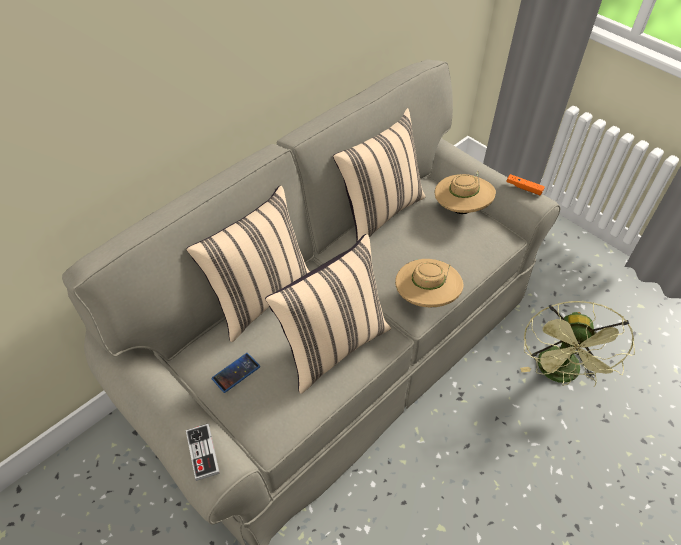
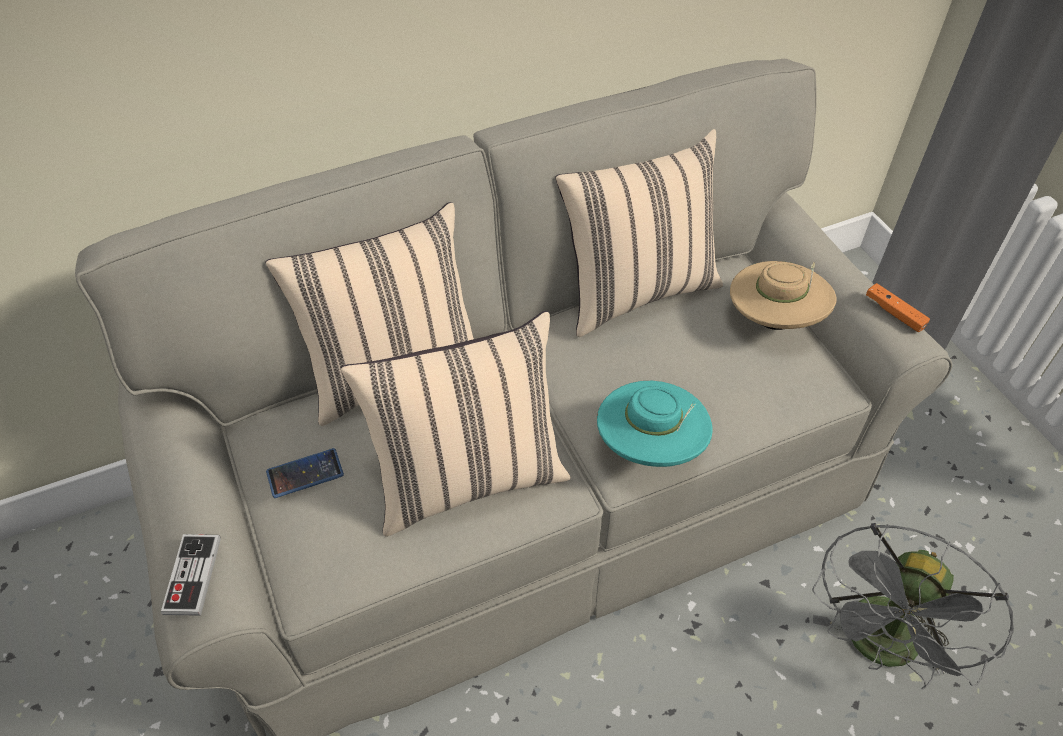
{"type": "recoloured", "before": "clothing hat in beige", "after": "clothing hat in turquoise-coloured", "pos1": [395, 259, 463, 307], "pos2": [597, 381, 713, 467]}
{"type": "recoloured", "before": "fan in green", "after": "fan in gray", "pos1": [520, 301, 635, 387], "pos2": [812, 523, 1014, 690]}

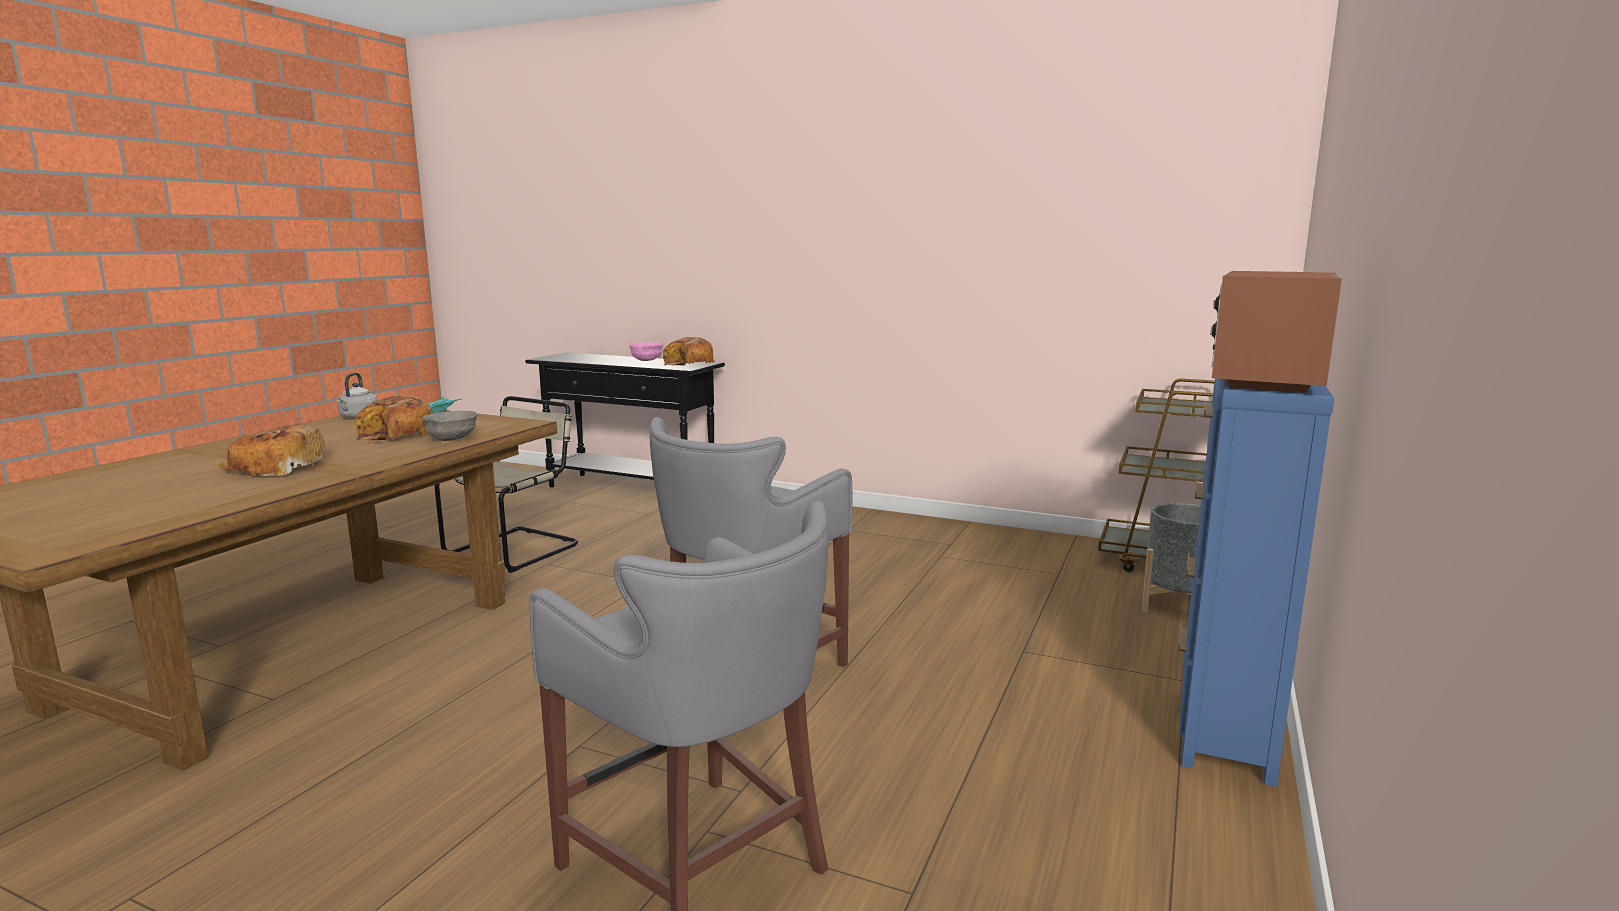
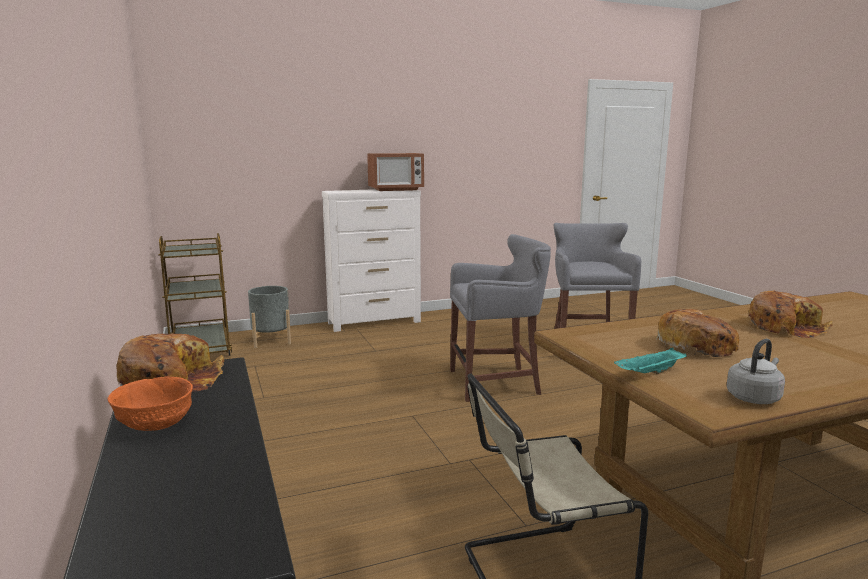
{"type": "recoloured", "before": "bowl in pinkish", "after": "bowl in orange-coloured", "pos1": [629, 342, 663, 361], "pos2": [107, 376, 193, 431]}
{"type": "recoloured", "before": "chest of drawers in bluish", "after": "chest of drawers in white-coloured", "pos1": [1178, 379, 1334, 787], "pos2": [322, 189, 421, 332]}
{"type": "removed", "before": "bowl in gray", "pos1": [423, 411, 478, 441]}

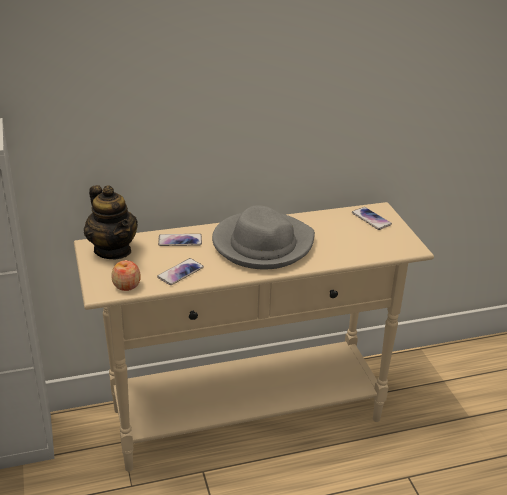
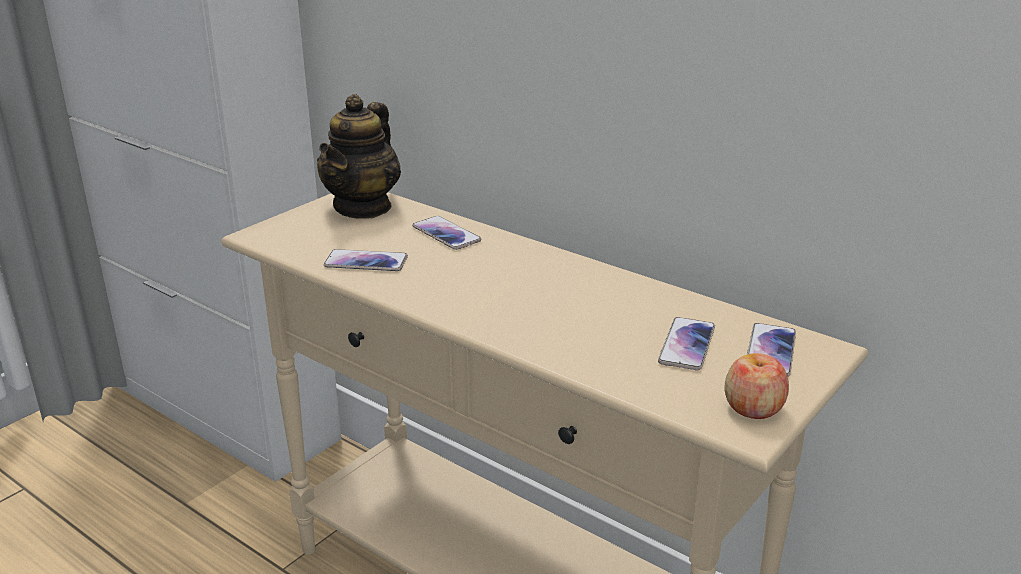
{"type": "added", "after": "phone", "pos2": [658, 317, 715, 370]}
{"type": "moved", "before": "apple fruit", "pos1": [111, 260, 141, 291], "pos2": [725, 353, 789, 419]}
{"type": "removed", "before": "clothing hat in gray", "pos1": [212, 205, 315, 269]}

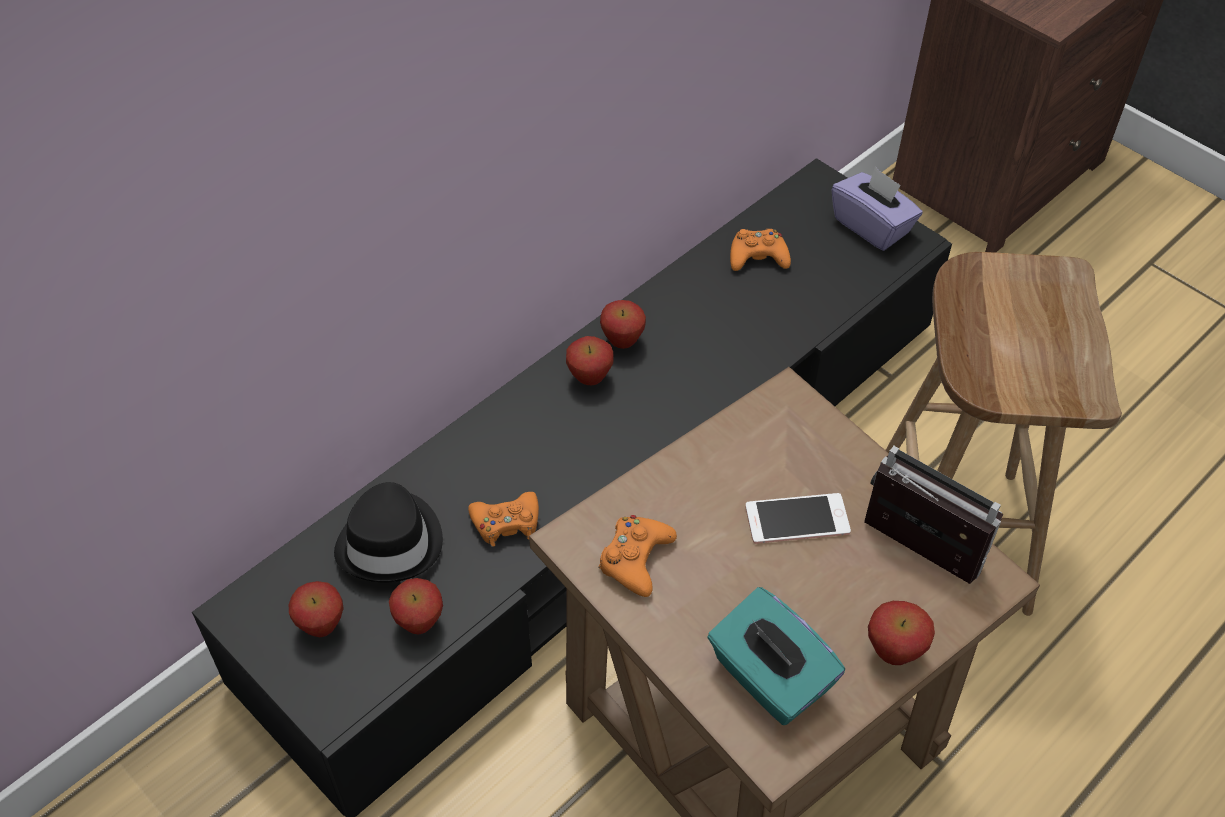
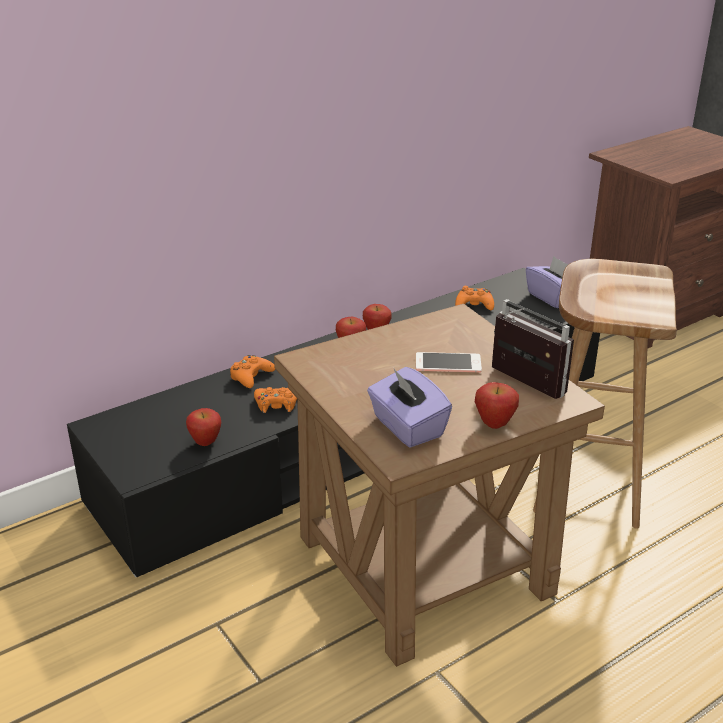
{"type": "moved", "before": "gamepad in orange-coloured", "pos1": [598, 515, 677, 597], "pos2": [230, 355, 275, 388]}
{"type": "recoloured", "before": "box of tissues in turquoise-coloured", "after": "box of tissues in purplish", "pos1": [707, 587, 845, 725], "pos2": [367, 367, 452, 448]}
{"type": "removed", "before": "apple fruit", "pos1": [288, 581, 344, 637]}
{"type": "removed", "before": "clothing hat in blackish", "pos1": [334, 482, 443, 582]}

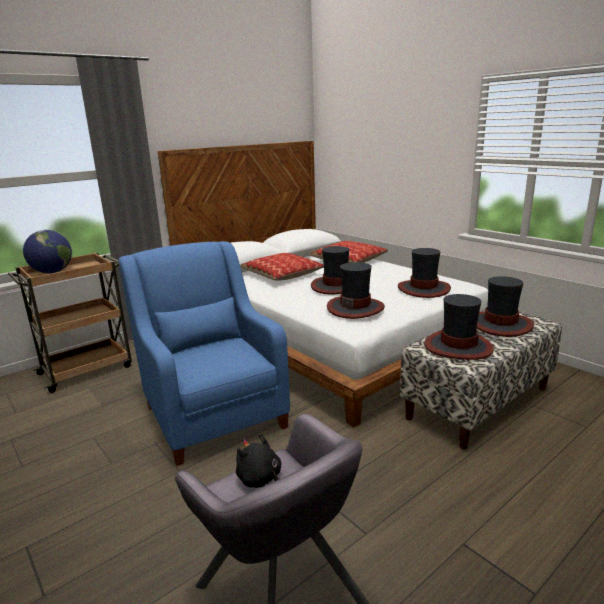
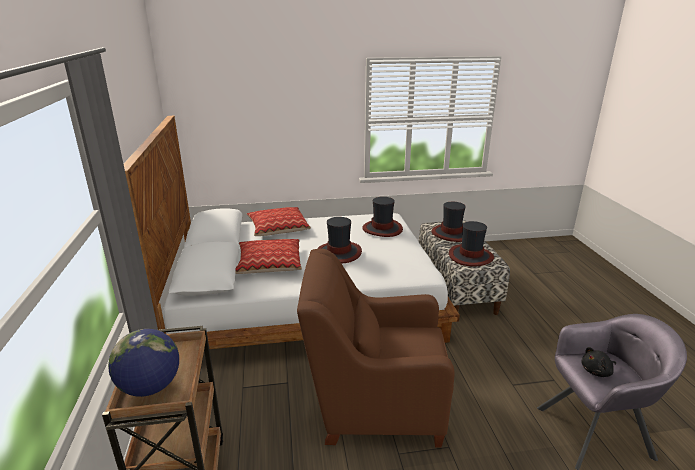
{"type": "recoloured", "before": "lounge chair in bluish", "after": "lounge chair in brownish", "pos1": [119, 241, 290, 466], "pos2": [297, 249, 455, 448]}
{"type": "removed", "before": "clothing hat", "pos1": [327, 262, 385, 319]}

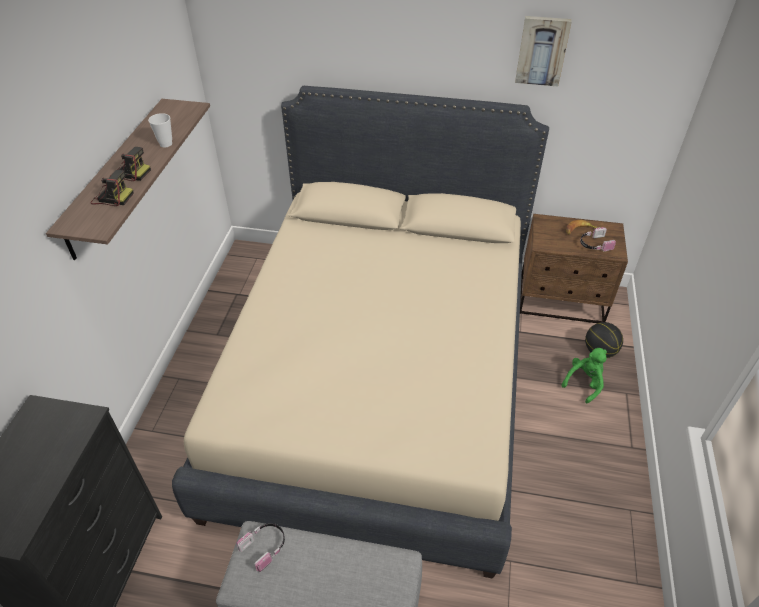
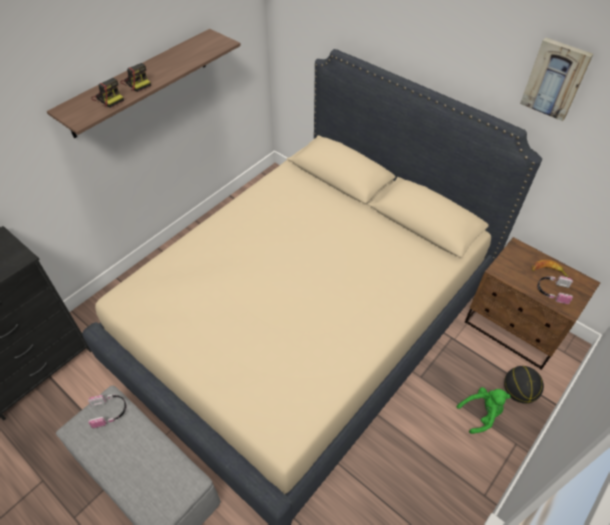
{"type": "removed", "before": "drinking cup", "pos1": [148, 113, 172, 147]}

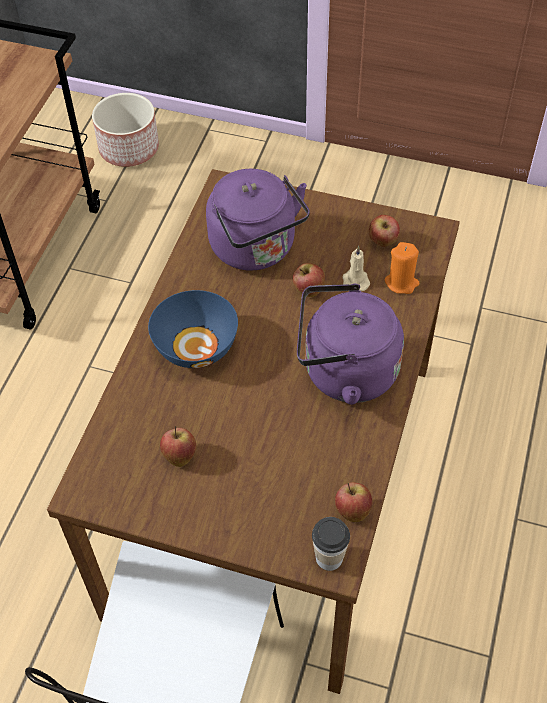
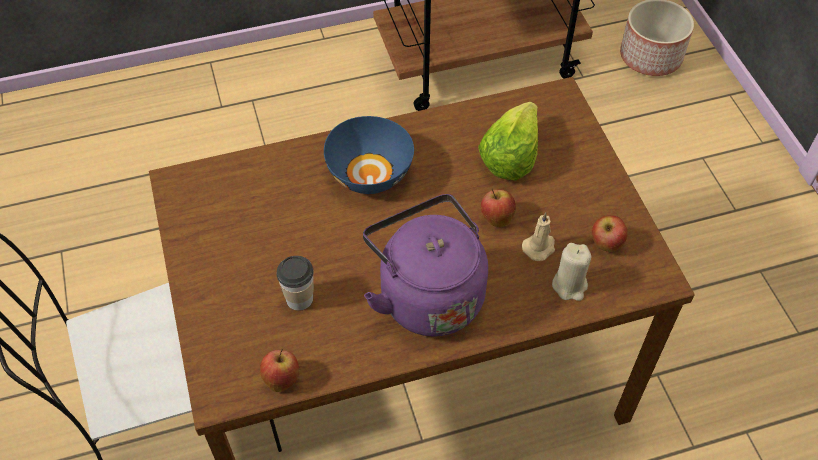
{"type": "moved", "before": "drinking cup", "pos1": [312, 517, 350, 571], "pos2": [276, 256, 314, 311]}
{"type": "replaced", "before": "water kettle in purplish", "after": "lettuce head", "pos1": [206, 169, 310, 270], "pos2": [478, 102, 538, 181]}
{"type": "recoloured", "before": "wax light in orange-coloured", "after": "wax light in beige", "pos1": [385, 242, 420, 294], "pos2": [552, 243, 592, 301]}
{"type": "removed", "before": "apple fruit", "pos1": [160, 426, 196, 467]}

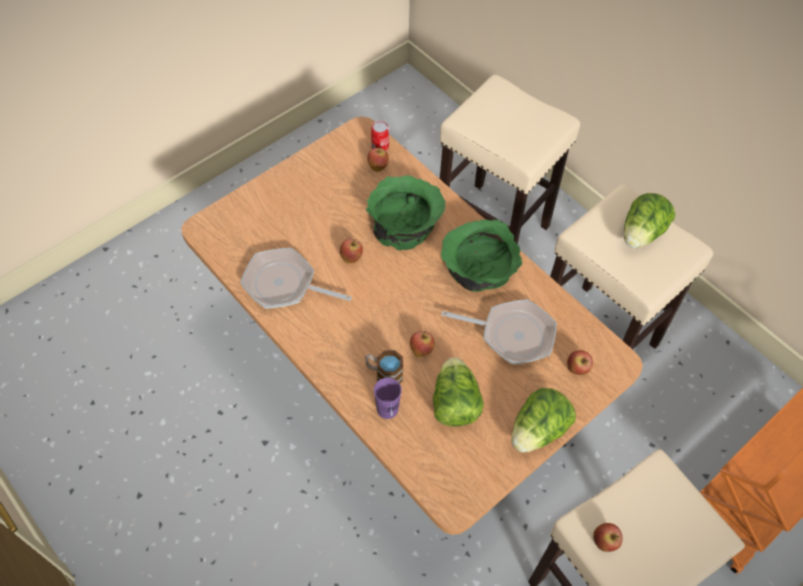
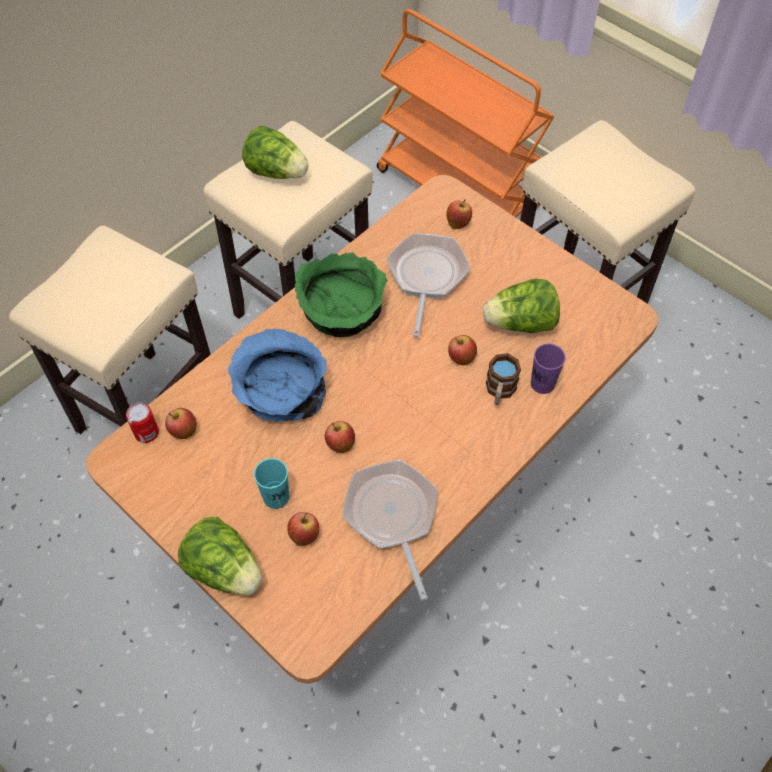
{"type": "moved", "before": "lettuce head", "pos1": [511, 388, 576, 452], "pos2": [178, 517, 262, 595]}
{"type": "recoloured", "before": "bowl in green", "after": "bowl in bluish", "pos1": [366, 175, 446, 250], "pos2": [228, 328, 327, 422]}
{"type": "added", "after": "drinking cup in turquoise-coloured", "pos2": [254, 458, 289, 509]}
{"type": "moved", "before": "apple fruit", "pos1": [593, 523, 623, 552], "pos2": [287, 512, 319, 546]}
{"type": "turned", "before": "pan", "pos1": [240, 248, 352, 309], "pos2": [343, 460, 437, 600], "turn": 150}

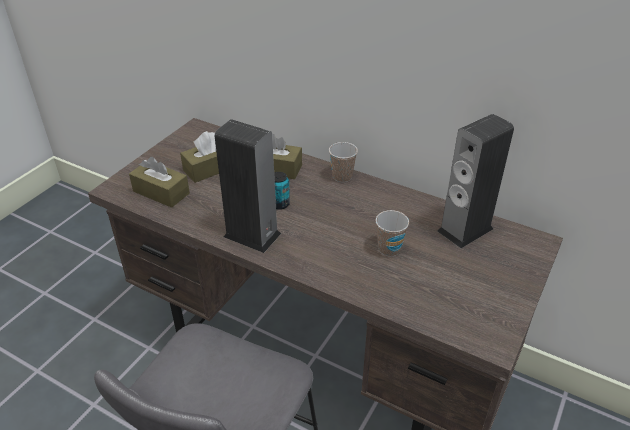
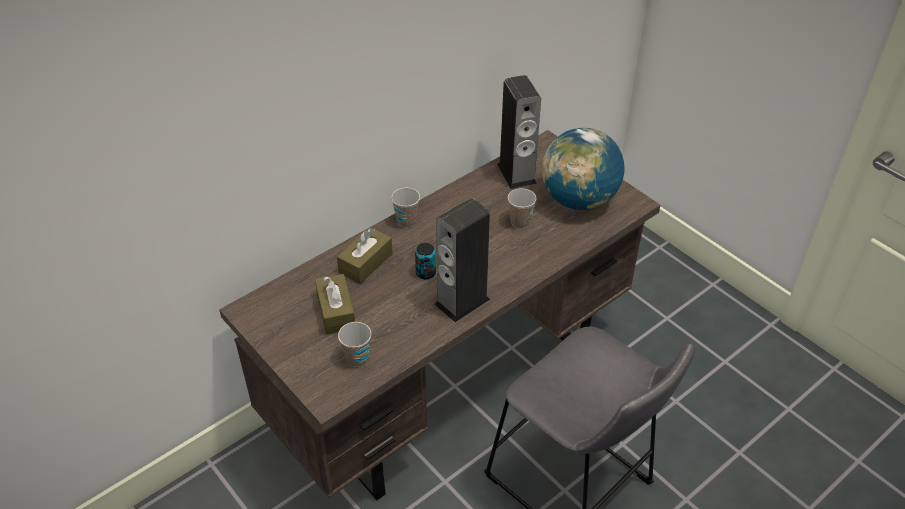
{"type": "replaced", "before": "box of tissues in brownish", "after": "drinking cup", "pos1": [129, 157, 190, 208], "pos2": [338, 322, 372, 367]}
{"type": "added", "after": "globe", "pos2": [542, 128, 625, 210]}

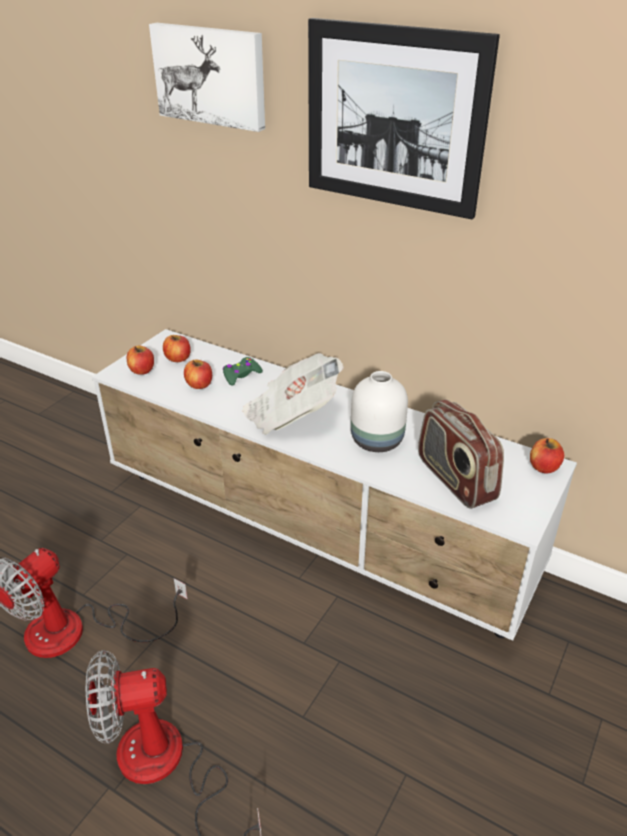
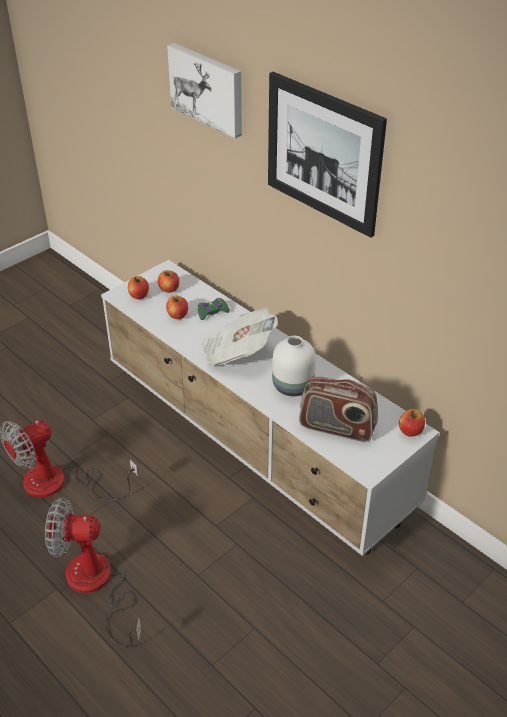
{"type": "turned", "before": "radio set", "pos1": [418, 399, 504, 509], "pos2": [299, 376, 378, 442], "turn": -60}

